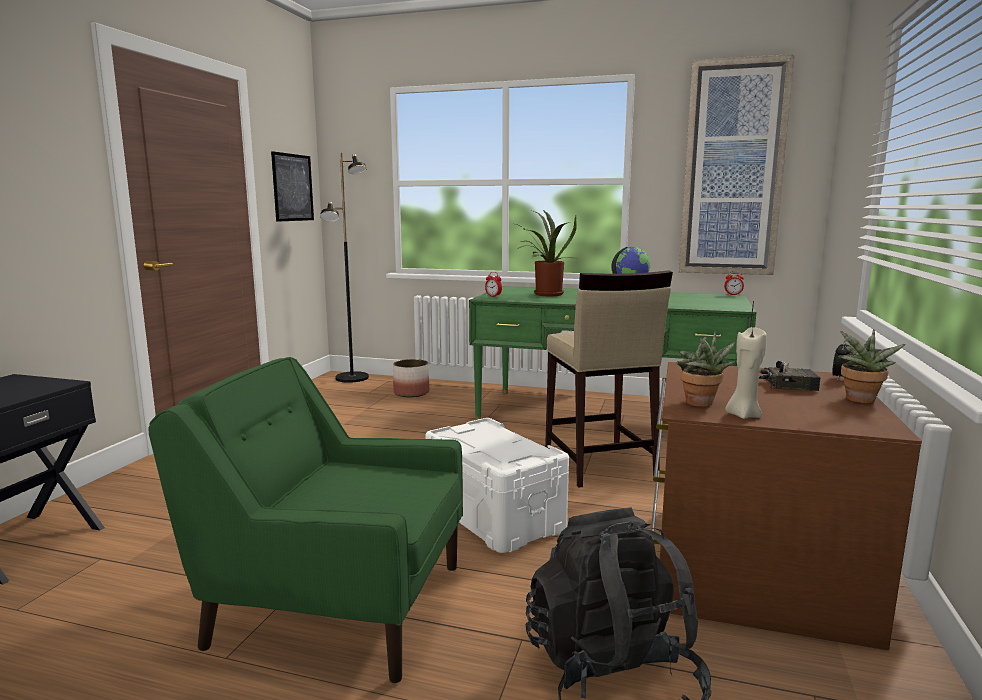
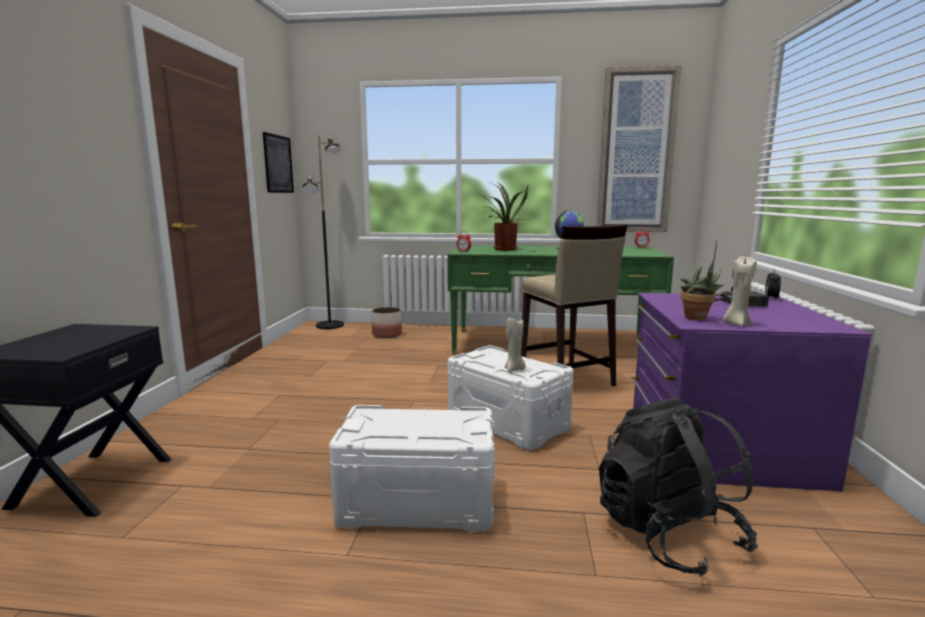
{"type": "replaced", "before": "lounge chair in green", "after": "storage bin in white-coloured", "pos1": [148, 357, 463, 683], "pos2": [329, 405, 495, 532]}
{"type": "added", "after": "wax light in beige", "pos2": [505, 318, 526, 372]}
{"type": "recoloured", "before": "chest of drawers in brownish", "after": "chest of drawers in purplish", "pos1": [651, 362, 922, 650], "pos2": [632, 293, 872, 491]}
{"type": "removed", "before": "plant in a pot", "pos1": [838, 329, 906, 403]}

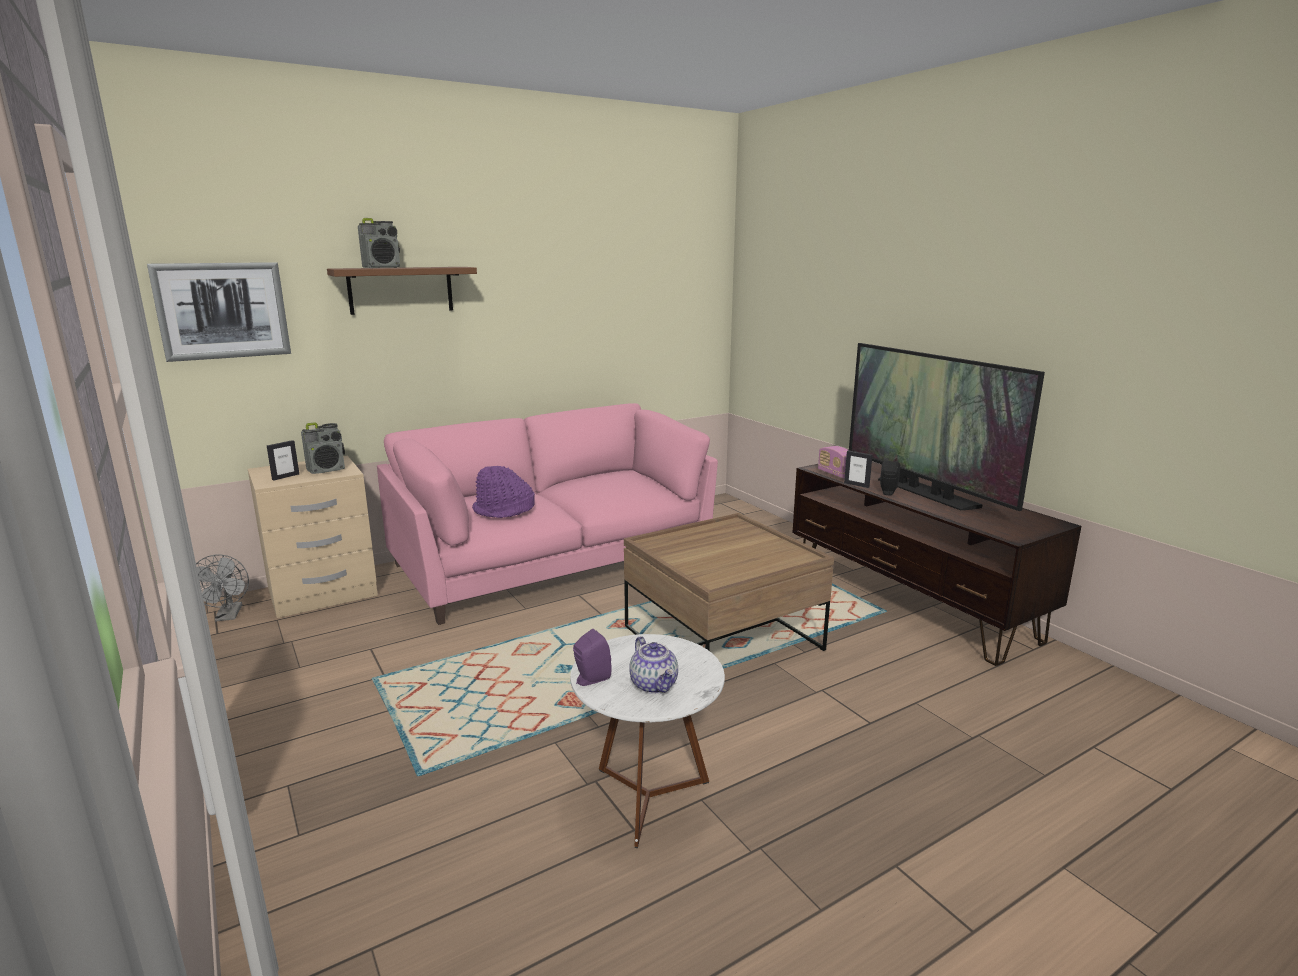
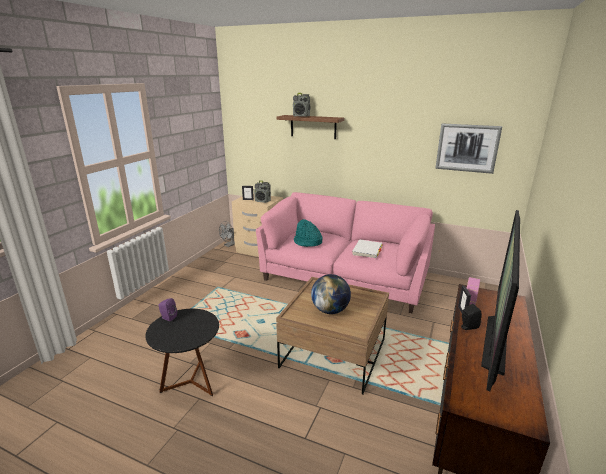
{"type": "recoloured", "before": "accent table in white-coloured", "after": "accent table in blackish", "pos1": [570, 634, 725, 848], "pos2": [145, 309, 219, 396]}
{"type": "recoloured", "before": "clothing hat in purplish", "after": "clothing hat in turquoise-coloured", "pos1": [472, 466, 535, 518], "pos2": [294, 219, 323, 247]}
{"type": "added", "after": "globe", "pos2": [311, 274, 351, 314]}
{"type": "added", "after": "bound book in white-coloured", "pos2": [352, 239, 382, 258]}
{"type": "moved", "before": "picture", "pos1": [147, 262, 291, 362], "pos2": [435, 123, 502, 174]}
{"type": "removed", "before": "tea pot", "pos1": [629, 636, 678, 694]}

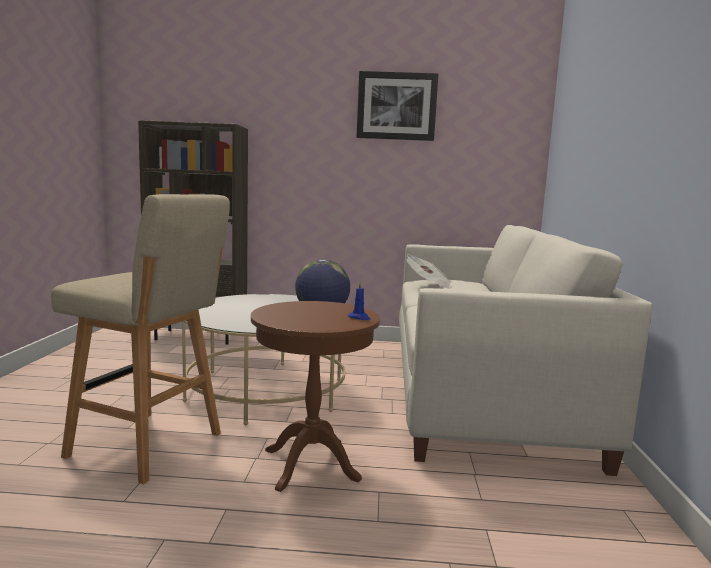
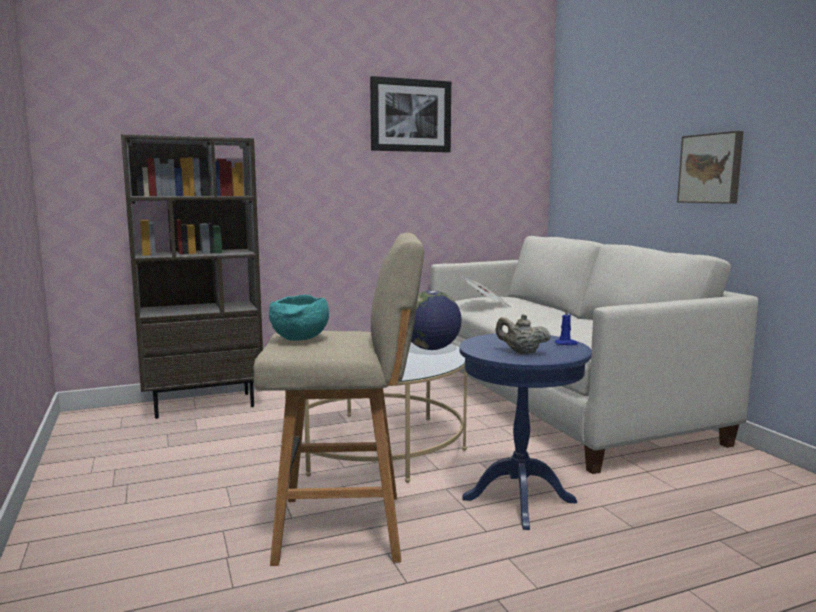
{"type": "added", "after": "bowl in turquoise-coloured", "pos2": [269, 295, 329, 341]}
{"type": "recoloured", "before": "accent table in brownish", "after": "accent table in bluish", "pos1": [251, 301, 380, 492], "pos2": [459, 334, 592, 530]}
{"type": "added", "after": "tea pot in beige", "pos2": [496, 314, 551, 354]}
{"type": "added", "after": "picture", "pos2": [677, 131, 744, 204]}

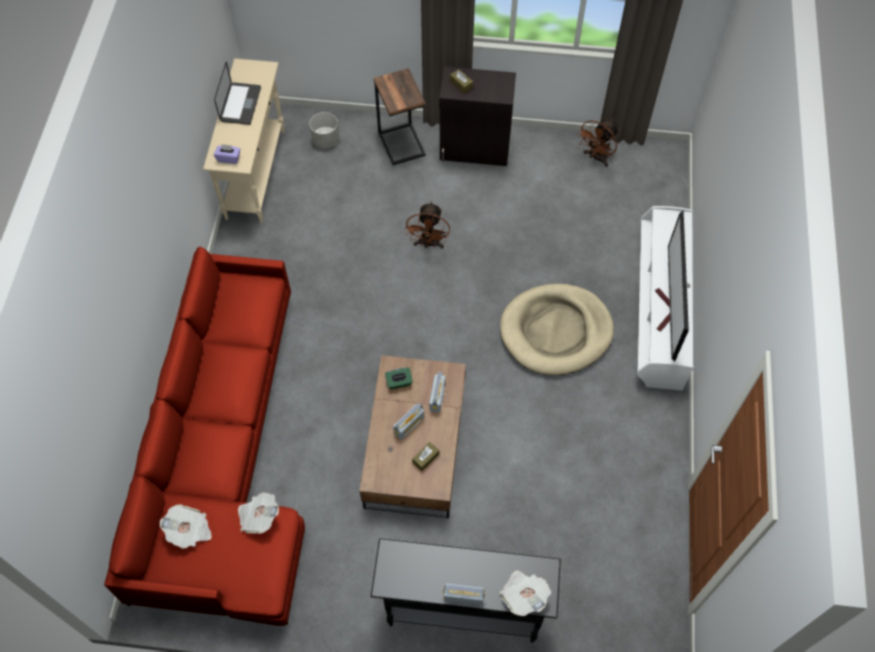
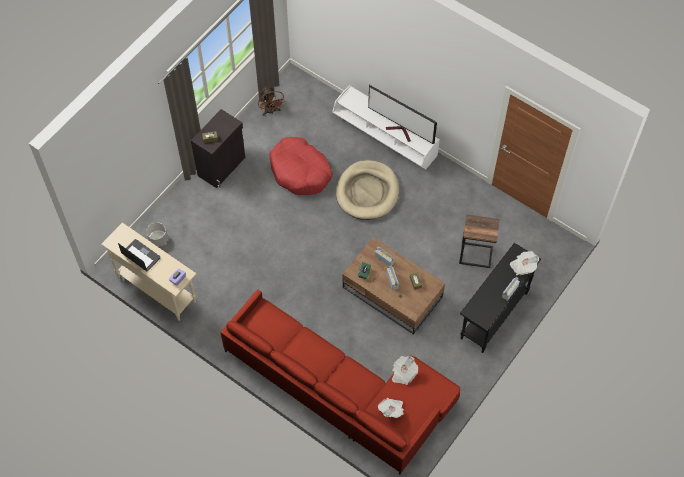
{"type": "added", "after": "dog cushion in red", "pos2": [269, 137, 333, 195]}
{"type": "moved", "before": "accent table", "pos1": [374, 68, 426, 165], "pos2": [459, 214, 500, 268]}
{"type": "removed", "before": "fan in brownish", "pos1": [405, 202, 450, 249]}

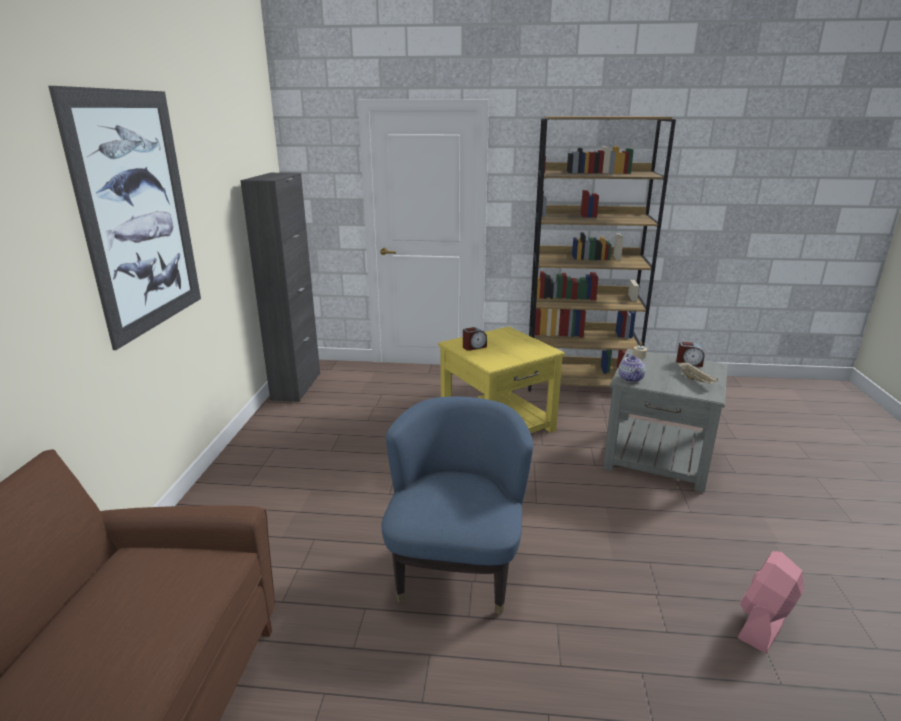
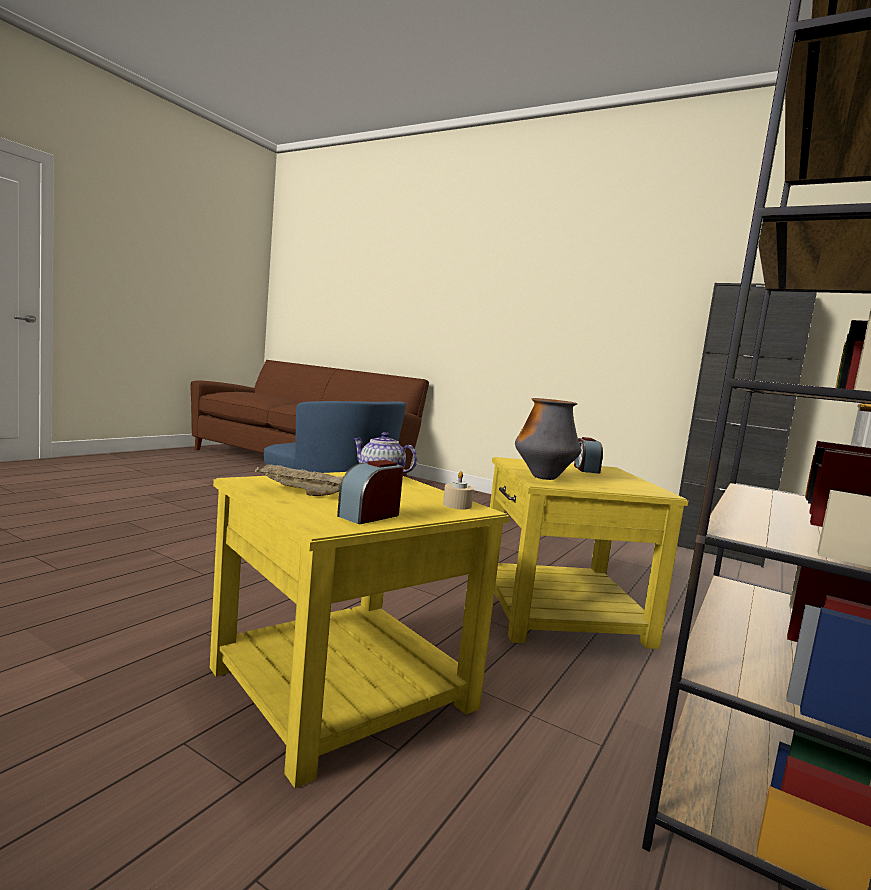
{"type": "recoloured", "before": "accent table in gray", "after": "accent table in yellow-coloured", "pos1": [603, 349, 727, 493], "pos2": [210, 472, 510, 788]}
{"type": "added", "after": "flower vase", "pos2": [515, 398, 581, 480]}
{"type": "removed", "before": "picture", "pos1": [48, 86, 201, 350]}
{"type": "removed", "before": "fan in pinkish", "pos1": [737, 551, 804, 653]}

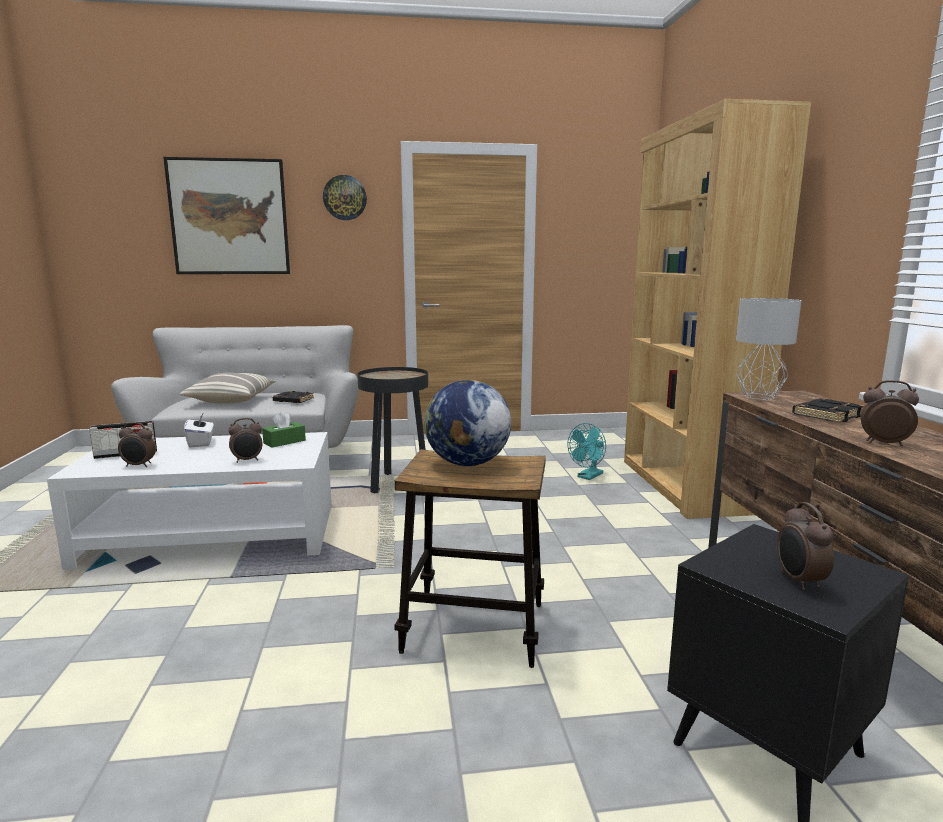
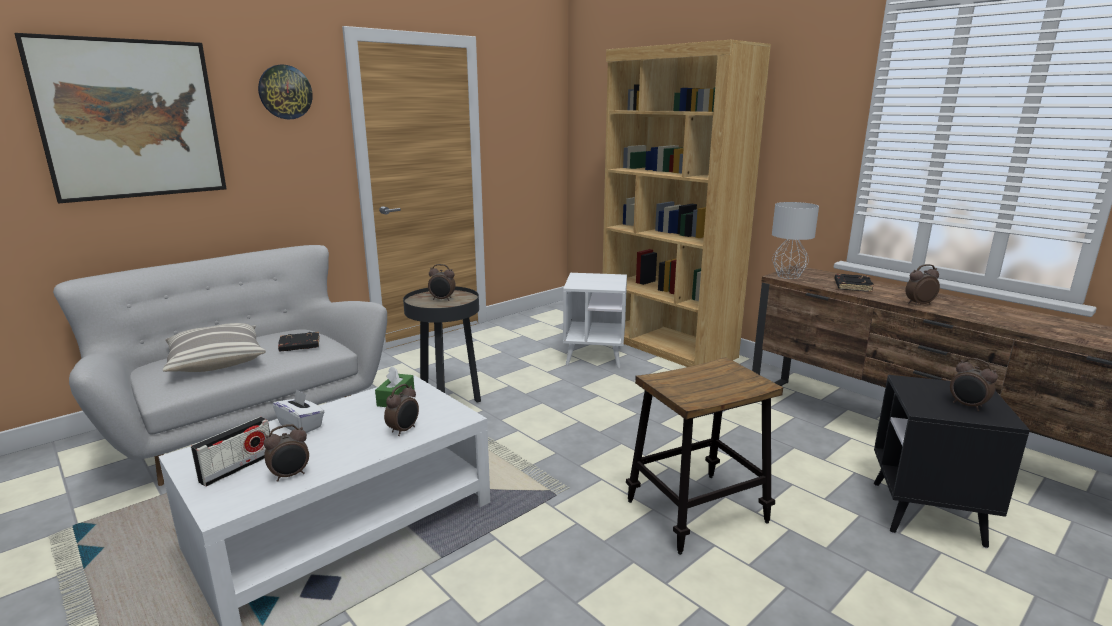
{"type": "added", "after": "table clock", "pos2": [428, 264, 456, 301]}
{"type": "replaced", "before": "fan in turquoise-coloured", "after": "accent table in white-coloured", "pos1": [567, 423, 606, 480], "pos2": [563, 273, 627, 368]}
{"type": "removed", "before": "globe", "pos1": [424, 380, 511, 466]}

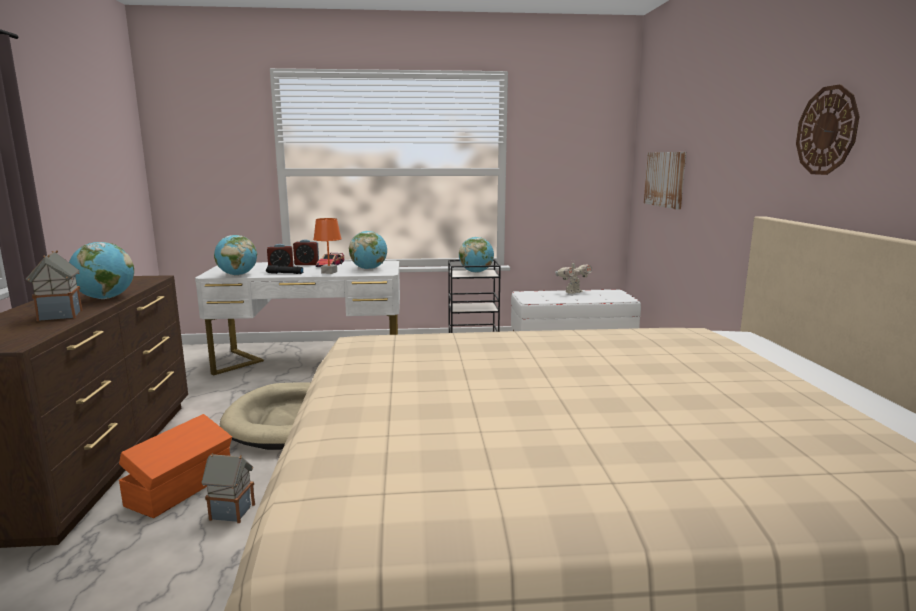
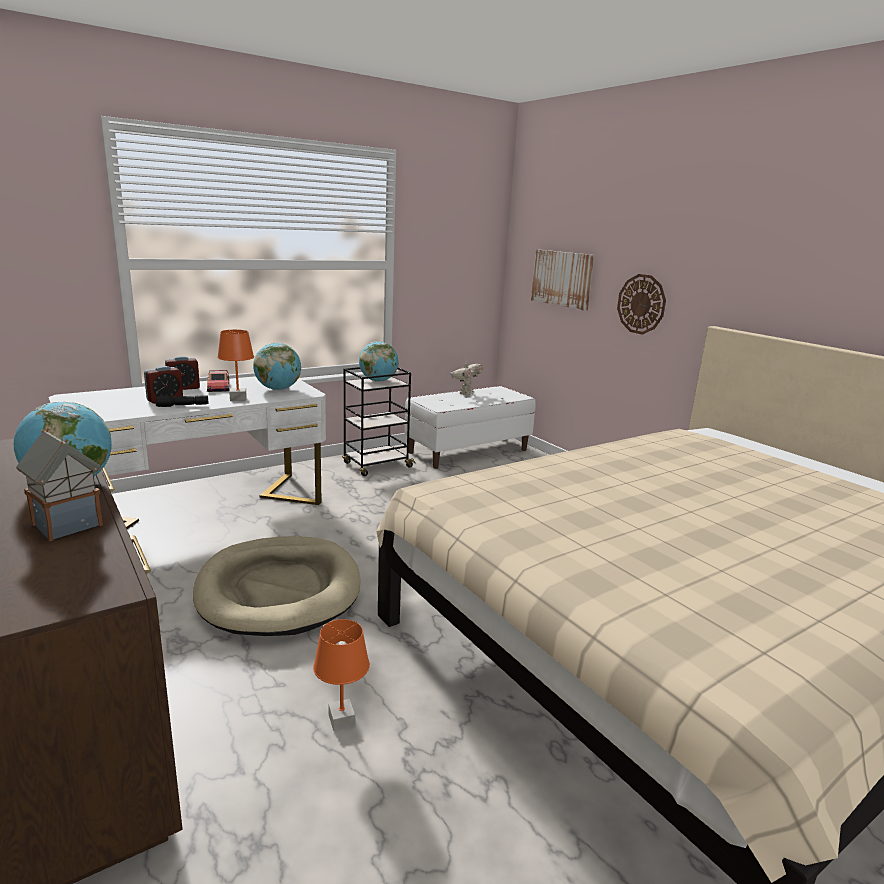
{"type": "replaced", "before": "toy house", "after": "lamp for a table in orange-coloured", "pos1": [201, 453, 255, 523], "pos2": [313, 619, 370, 731]}
{"type": "moved", "before": "hanging clock", "pos1": [796, 84, 859, 175], "pos2": [617, 274, 666, 334]}
{"type": "removed", "before": "storage bin in orange-coloured", "pos1": [119, 414, 232, 518]}
{"type": "removed", "before": "globe", "pos1": [214, 235, 257, 276]}

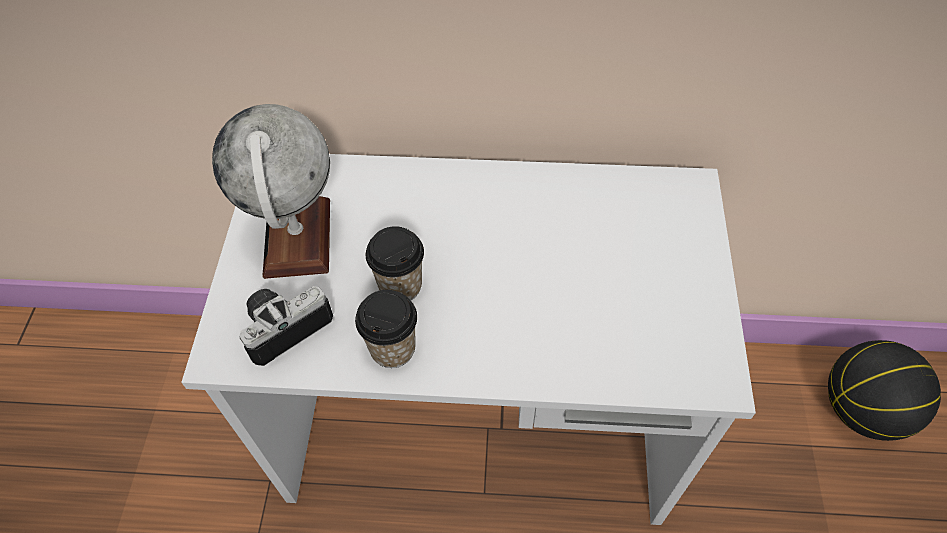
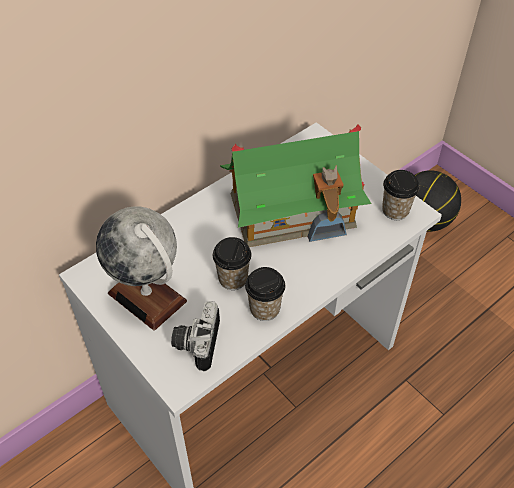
{"type": "added", "after": "toy house", "pos2": [220, 124, 372, 247]}
{"type": "added", "after": "drinking cup", "pos2": [382, 170, 419, 220]}

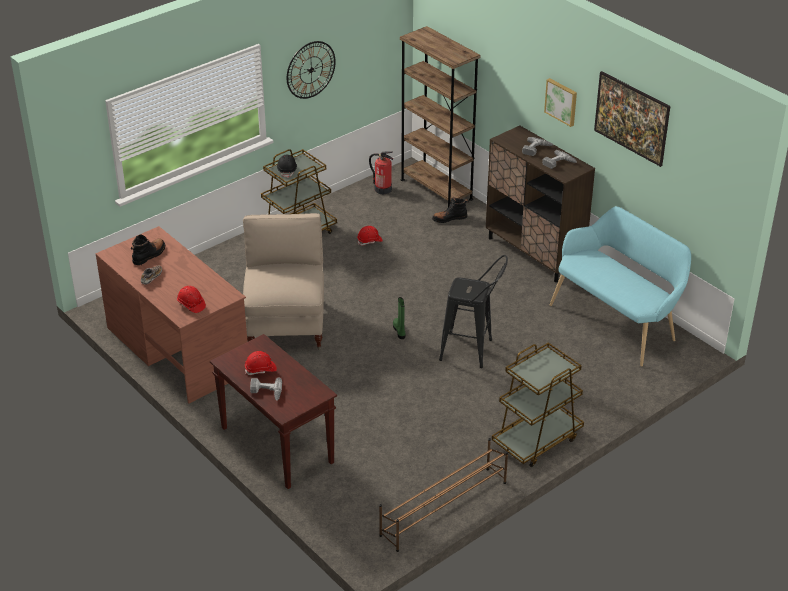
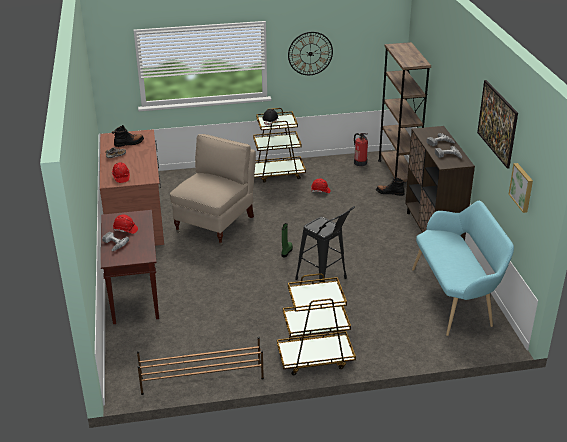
{"type": "moved", "before": "picture", "pos1": [544, 78, 577, 127], "pos2": [509, 163, 533, 213]}

